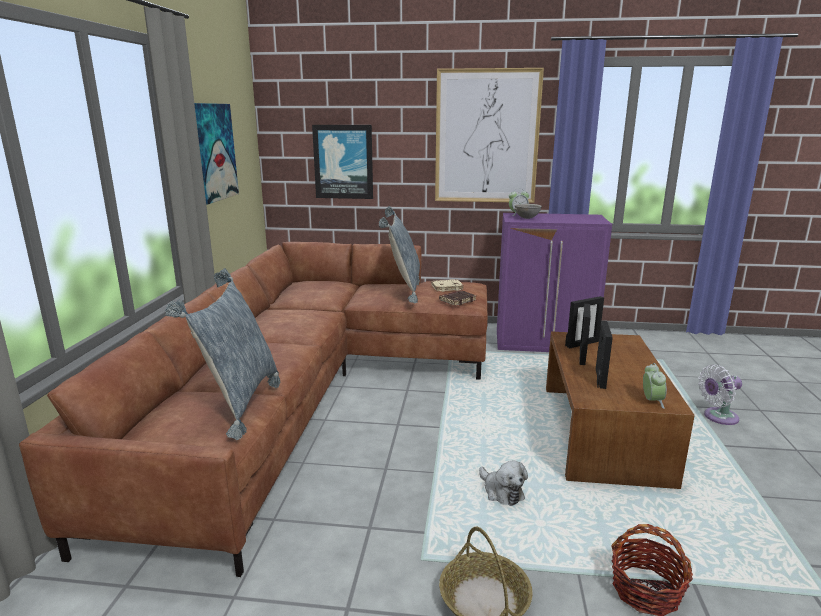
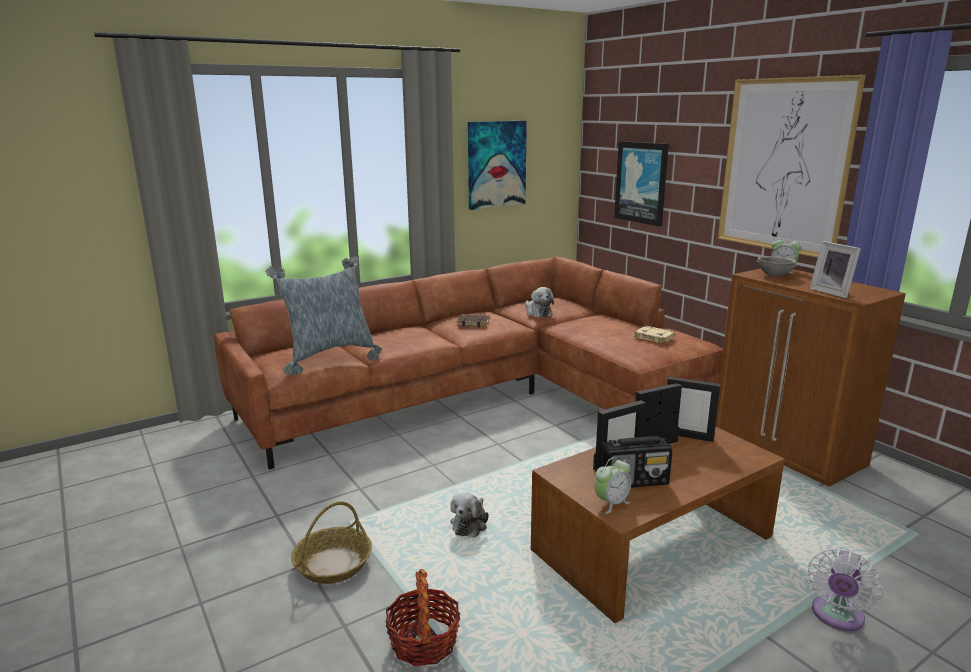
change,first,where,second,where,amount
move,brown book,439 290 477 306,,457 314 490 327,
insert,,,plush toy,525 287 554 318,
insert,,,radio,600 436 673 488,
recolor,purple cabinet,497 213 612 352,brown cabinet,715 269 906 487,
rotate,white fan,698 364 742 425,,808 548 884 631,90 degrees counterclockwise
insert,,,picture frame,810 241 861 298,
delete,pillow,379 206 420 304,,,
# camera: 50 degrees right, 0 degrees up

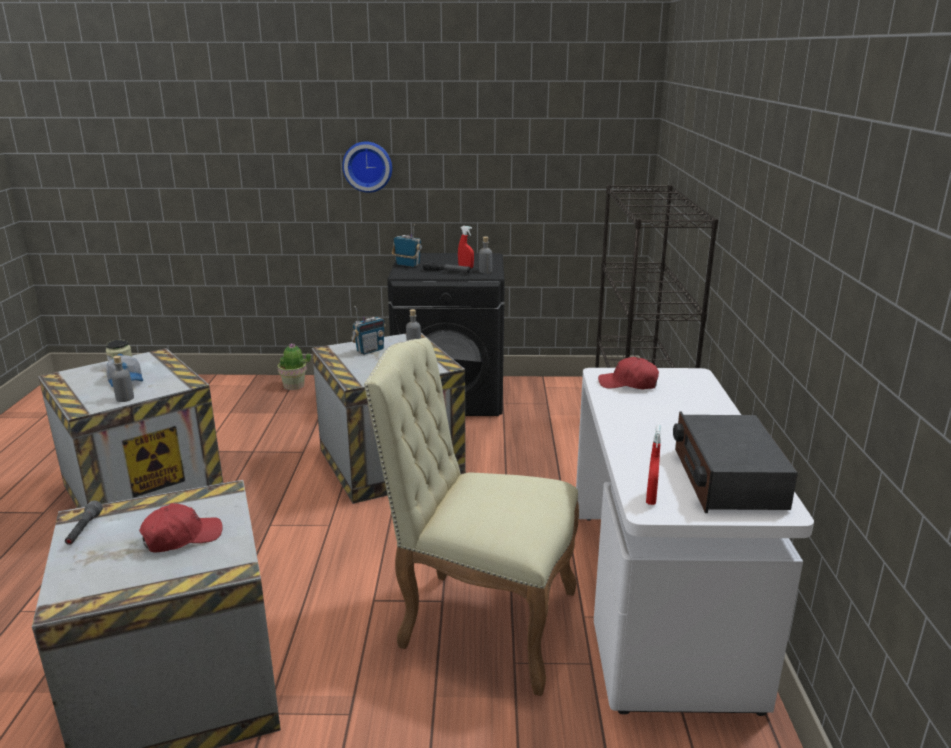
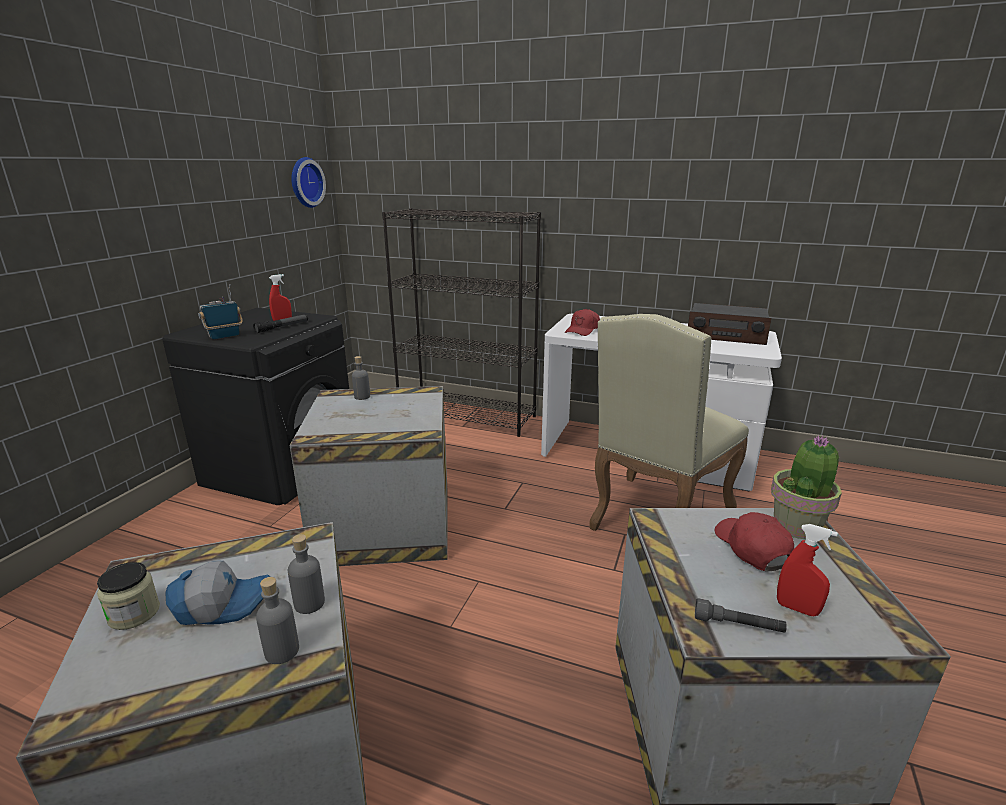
change,first,where,second,where,amount
move,grey bottle,479 237 492 273,,256 577 299 664,
move,wall clock,342 142 392 193,,291 157 326 208,
move,potted plant,277 344 311 390,,771 435 842 539,
move,red spray bottle,646 425 661 505,,777 524 838 616,
delete,radio,351 306 386 355,,,
# camera: 70 degrees left, 0 degrees up

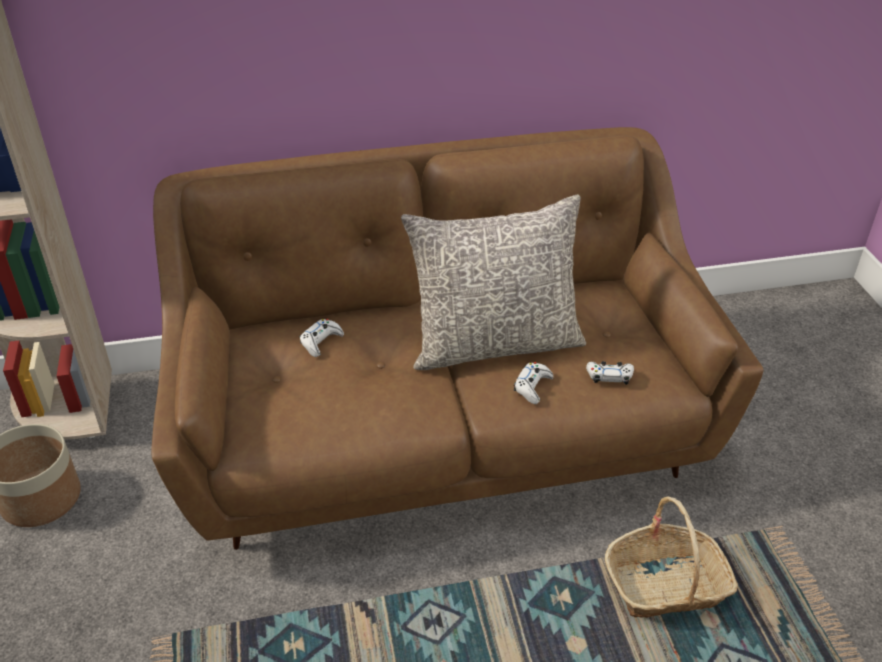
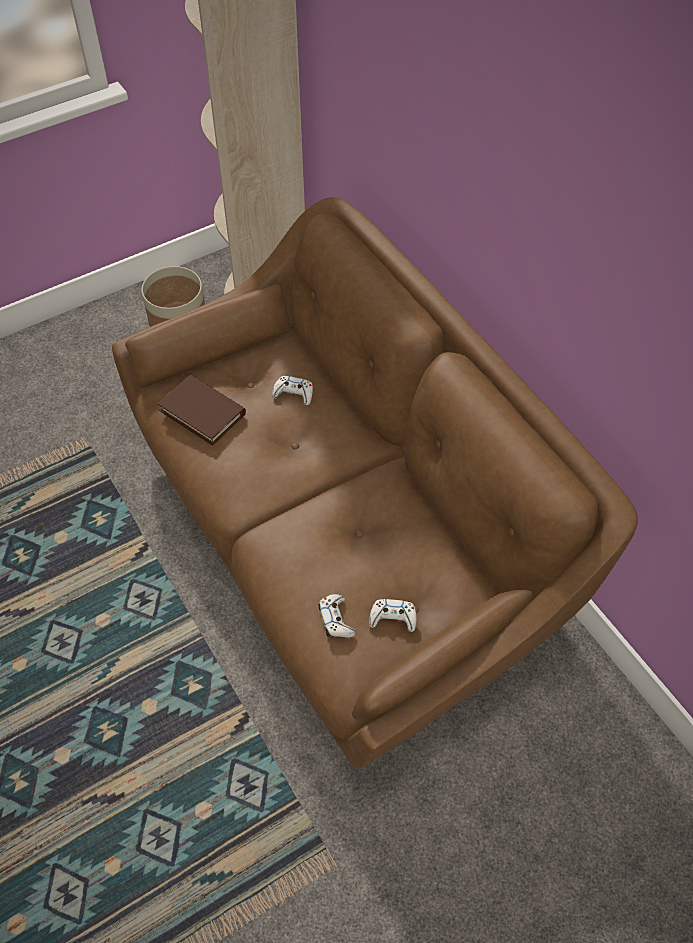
change,first,where,second,where,amount
insert,,,brown book,157 375 246 445,
move,white game controller,514 362 554 404,,369 599 417 632,
delete,grey pillow,401 194 586 370,,,
delete,basket,605 497 738 618,,,
# camera: 70 degrees right, 15 degrees up

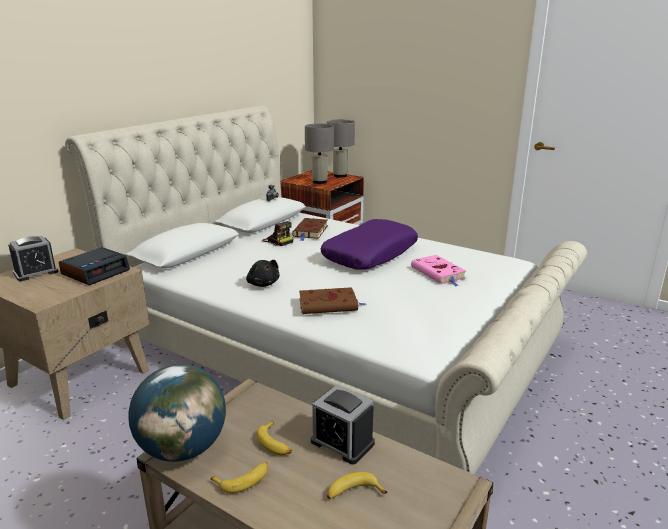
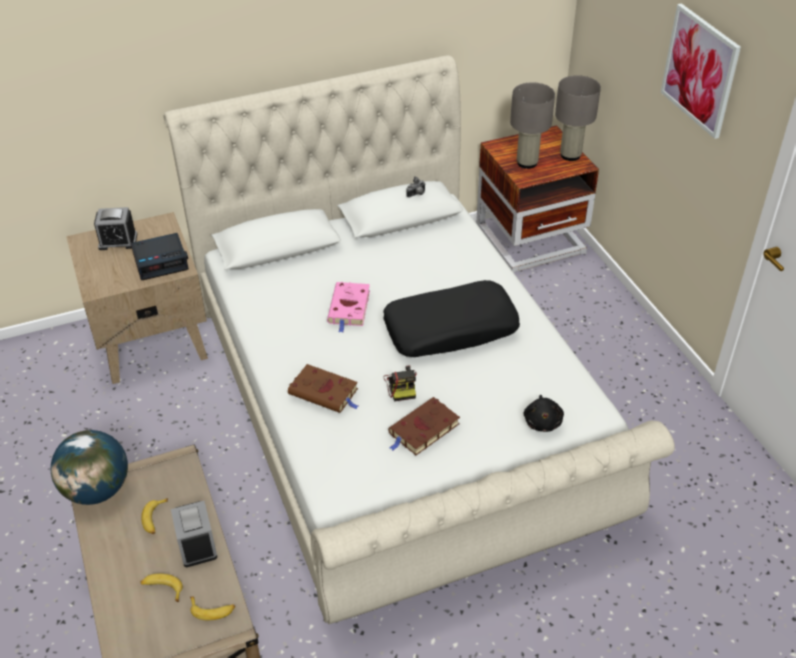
change,first,where,second,where,amount
move,banana,210 461 268 493,,190 597 235 620,
move,pink book,411 255 466 286,,327 282 370 333,
recolor,purple pillow,321 219 418 269,black pillow,383 280 520 357,
move,photo camera,262 221 293 246,,384 365 417 402,
move,brown book,292 218 328 241,,388 397 460 455,
move,black plush toy,246 260 280 287,,523 395 564 432,
insert,,,picture,661 4 741 139,
# camera: 35 degrees right, 20 degrees up

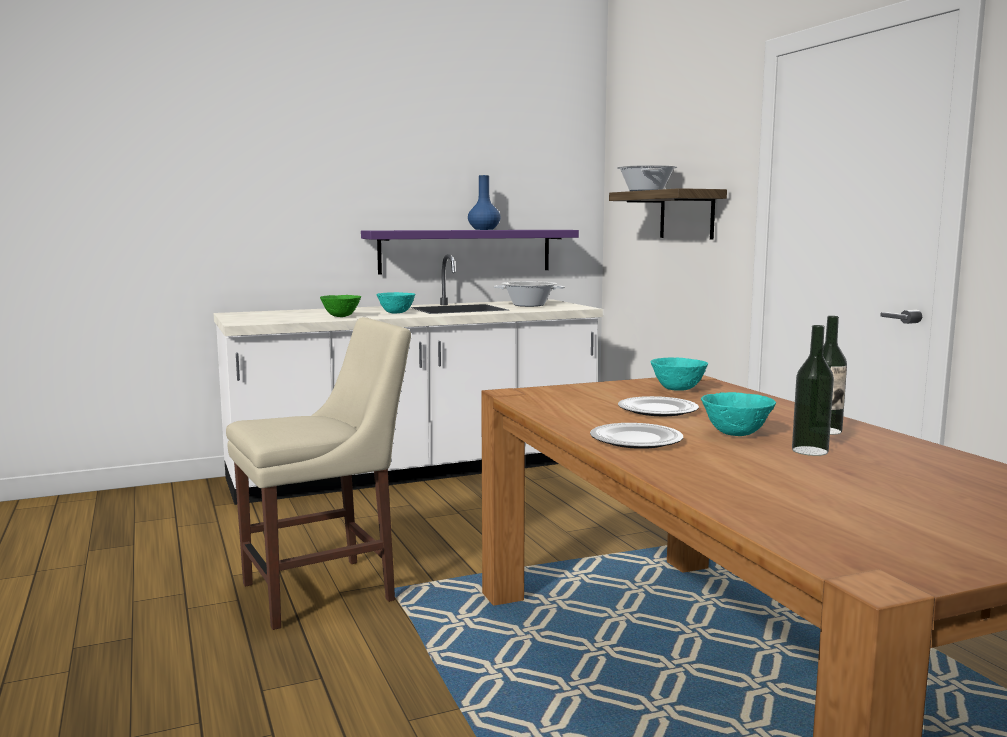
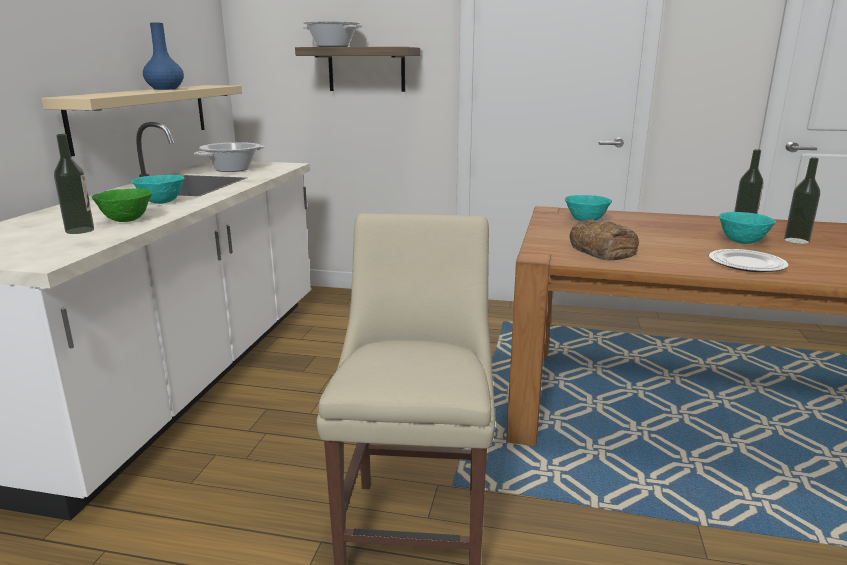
change,first,where,second,where,amount
recolor,purple shelf,361 230 579 275,beige shelf,42 85 242 157,
insert,,,bottle,54 134 94 234,
insert,,,bread,570 219 639 260,
delete,plate,618 396 699 416,,,
# camera: 55 degrees left, 10 degrees up

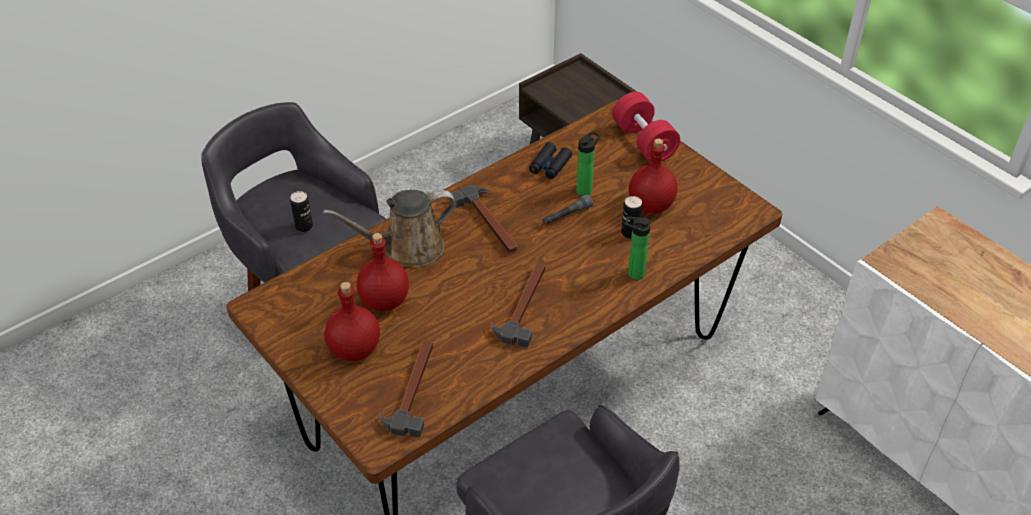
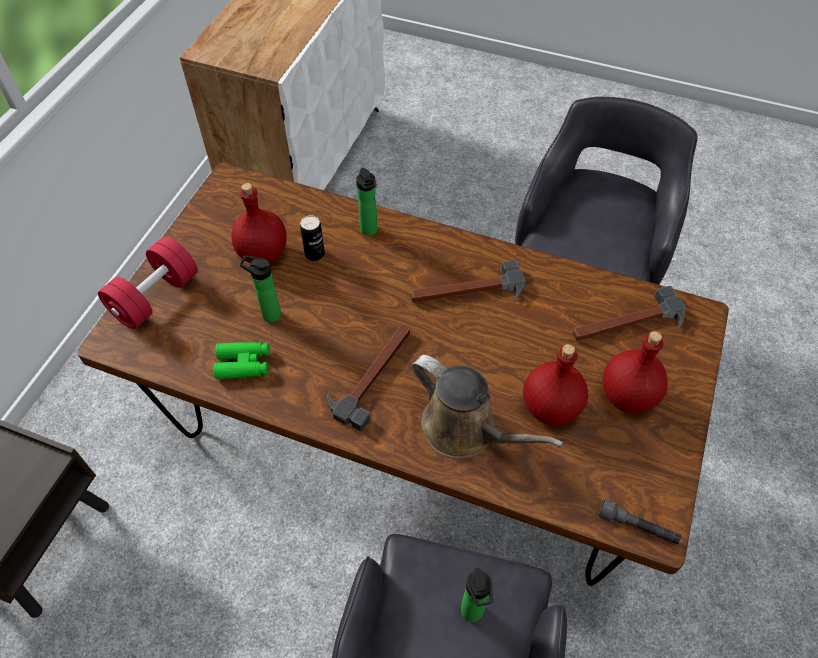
change,first,where,second,where,amount
recolor,black binoculars,529 142 572 179,green binoculars,213 342 269 379,
replace,can,290 191 313 232,bottle,461 567 493 622,
move,grey flashlight,542 194 593 225,,599 499 681 544,
# camera: 120 degrees left, 10 degrees up

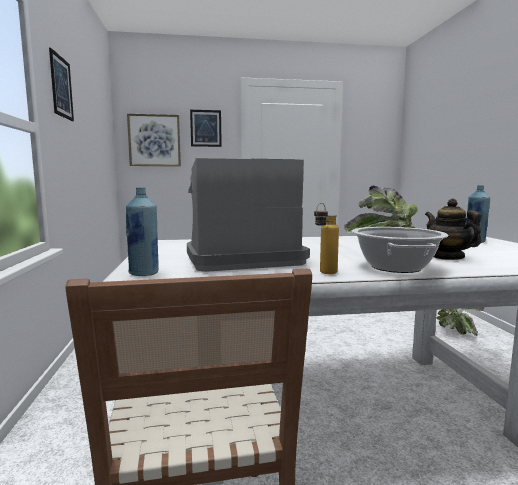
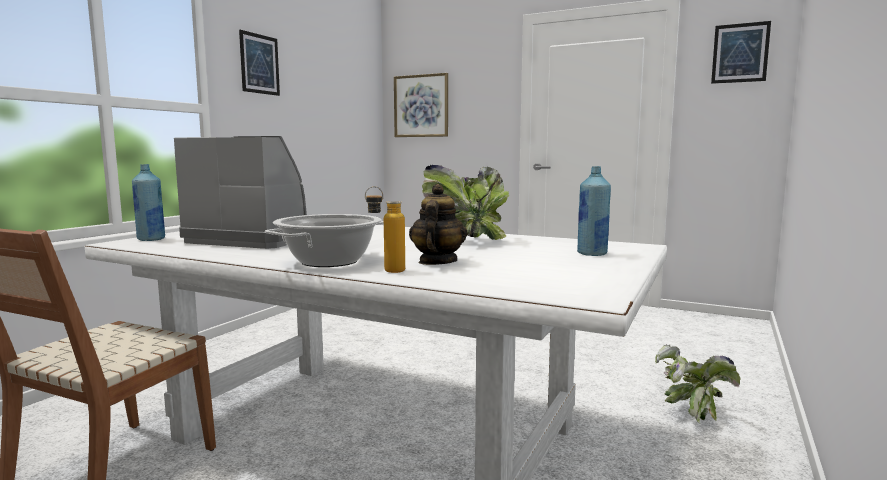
change,first,where,second,where,amount
move,bottle,314 203 339 274,,365 186 405 273,
move,picture,190 110 222 147,,711 21 771 84,
# camera: 35 degrees right, 0 degrees up

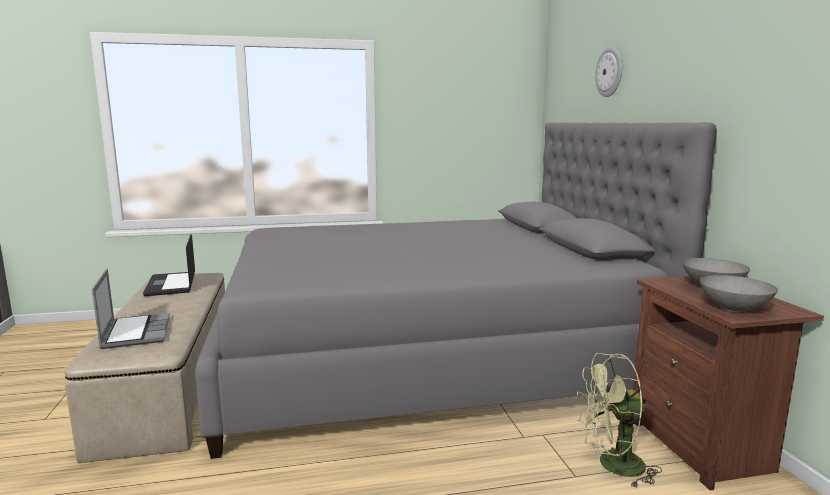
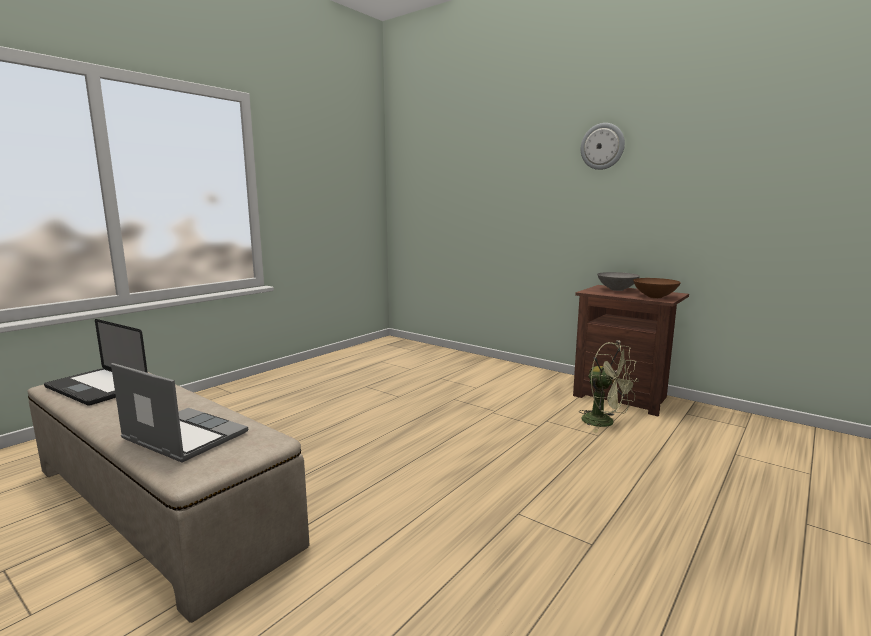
change,first,where,second,where,amount
rotate,green fan,577 353 662 488,,580 342 639 433,90 degrees counterclockwise
move,wall clock,595 47 622 97,,581 123 625 170,
recolor,grey bowl,700 275 778 312,brown bowl,633 278 681 298,
delete,grey bed,195 122 717 459,,,
# camera: 40 degrees left, 0 degrees up

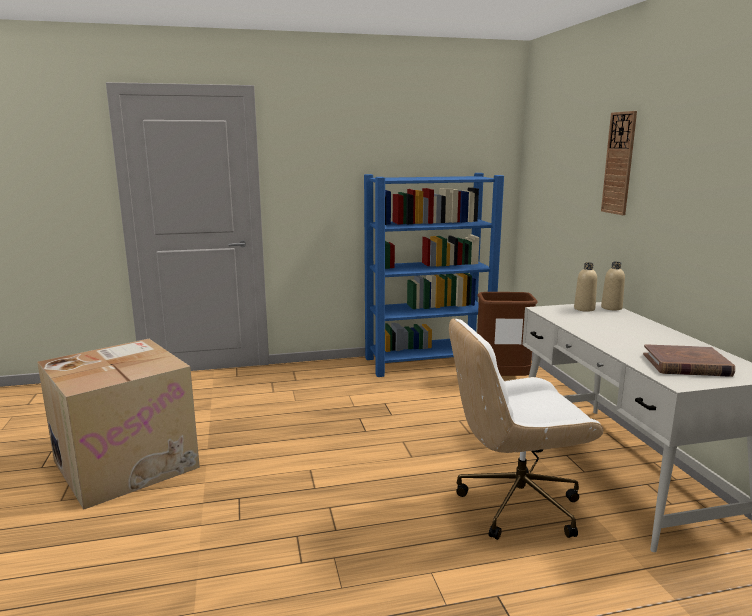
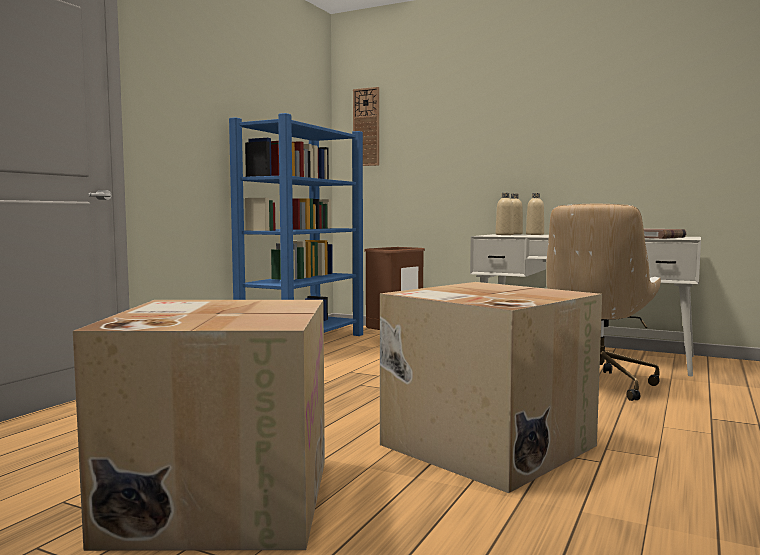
change,first,where,second,where,amount
move,wall clock,601 111 637 215,,353 87 379 166,
insert,,,cardboard box,380 282 602 493,
insert,,,beige bottle,526 193 544 235,
# camera: 50 degrees left, 10 degrees down

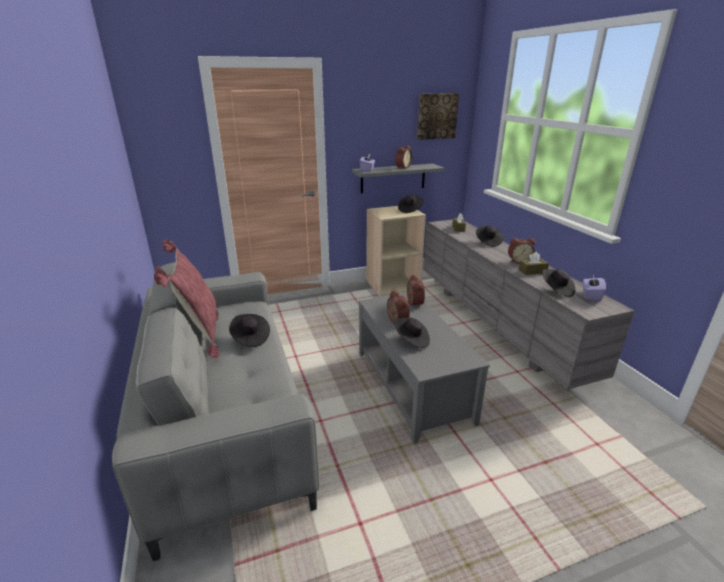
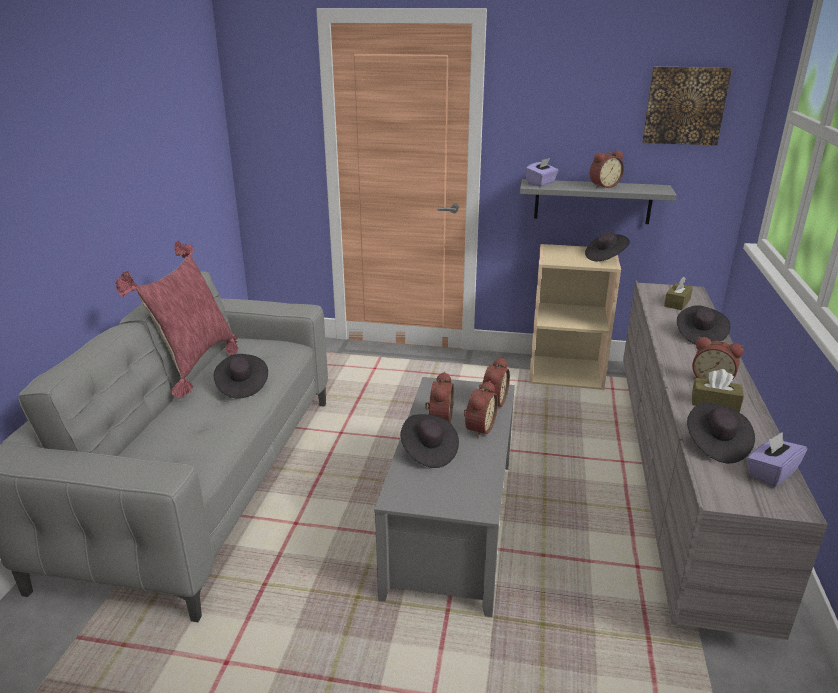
change,first,where,second,where,amount
insert,,,alarm clock,464 381 498 438,
# camera: 30 degrees right, 0 degrees up

